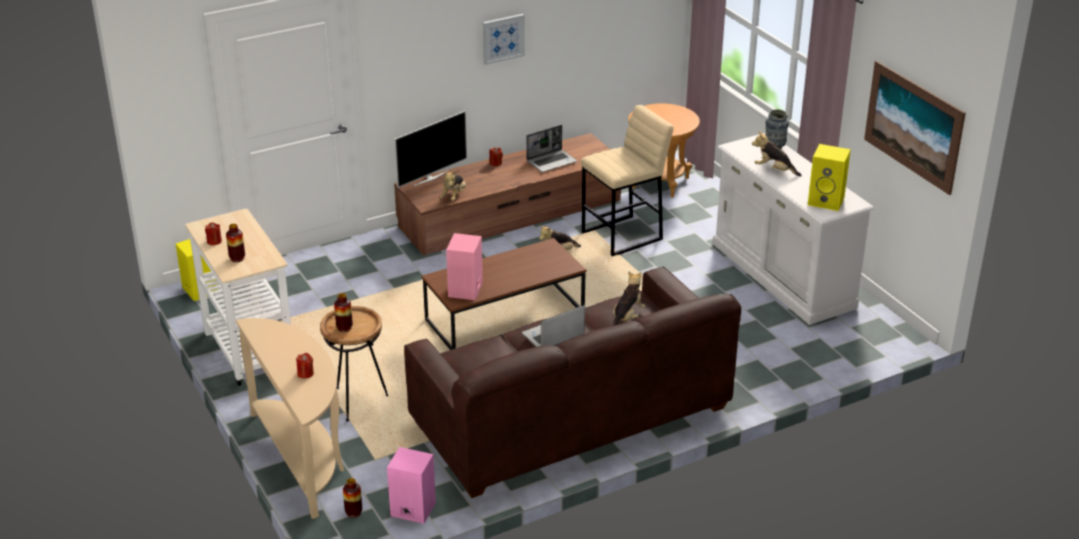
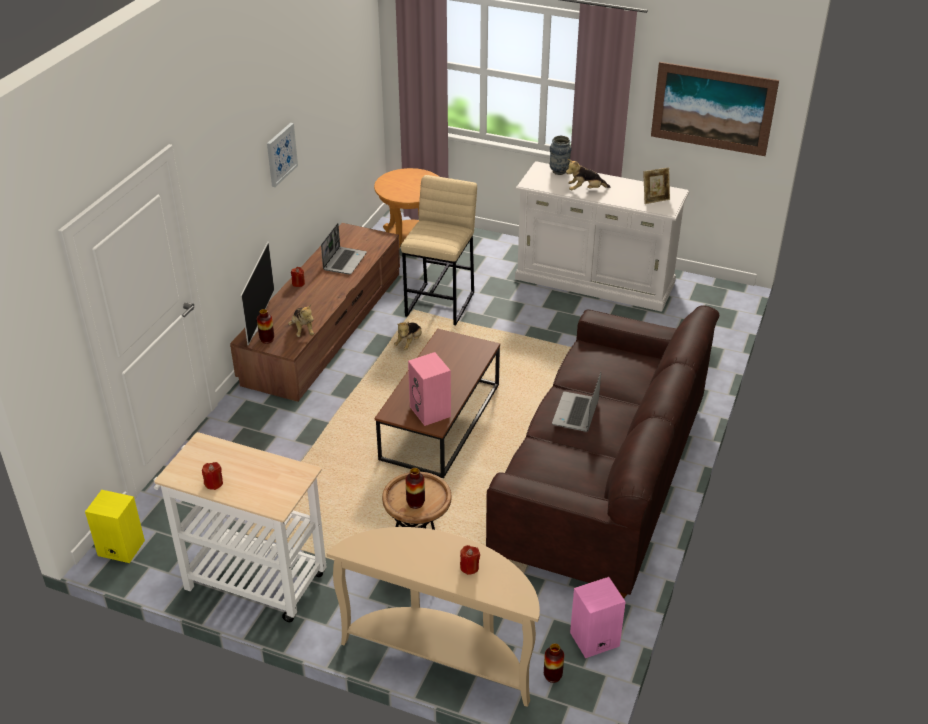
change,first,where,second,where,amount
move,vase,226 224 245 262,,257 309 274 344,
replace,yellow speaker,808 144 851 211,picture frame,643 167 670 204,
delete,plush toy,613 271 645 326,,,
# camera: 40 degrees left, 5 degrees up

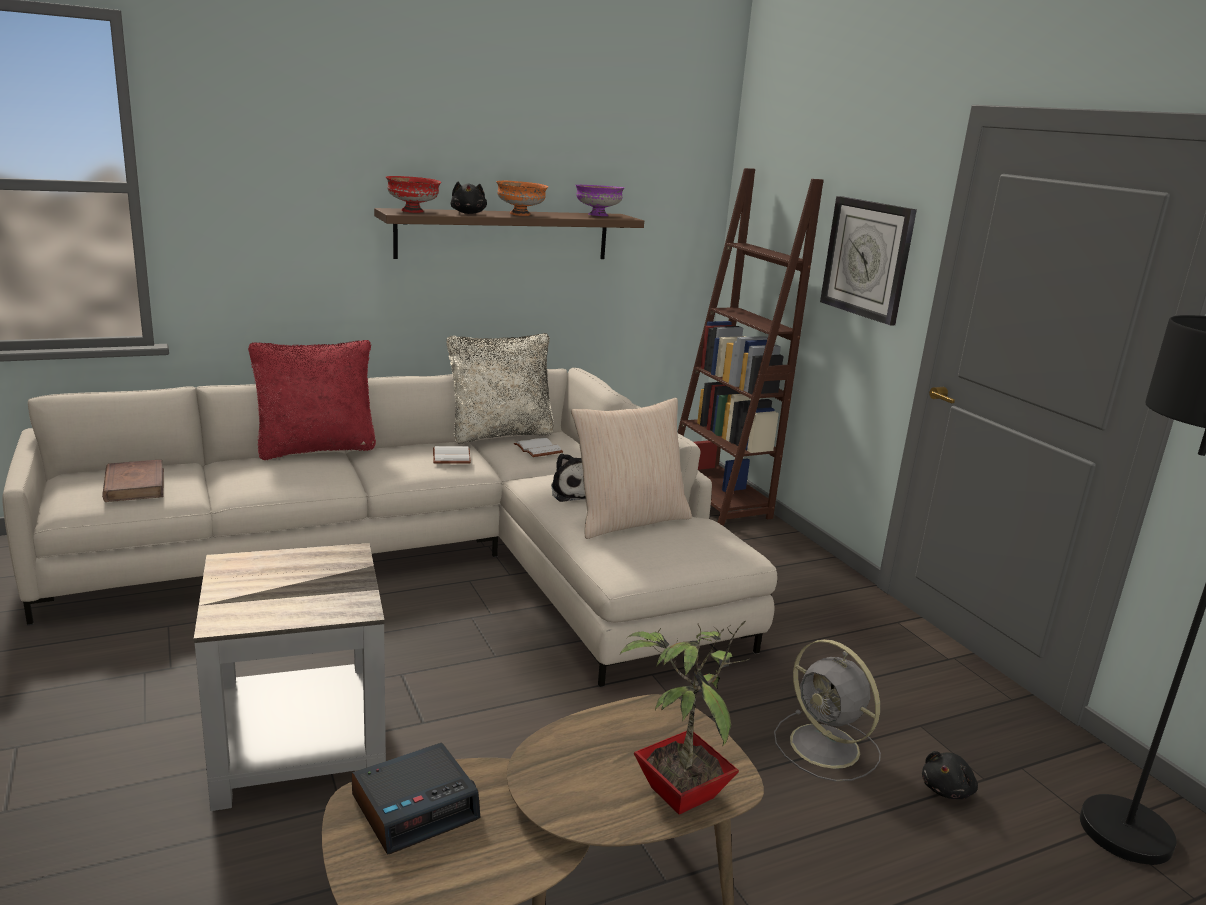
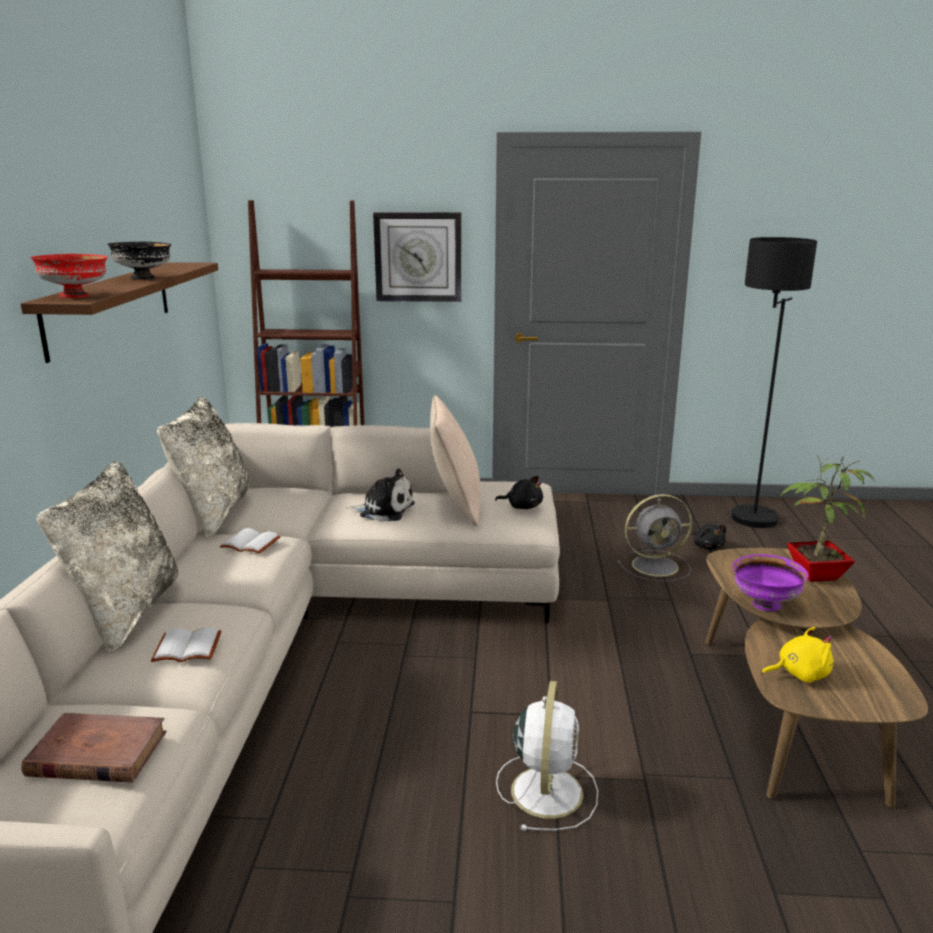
change,first,where,second,where,amount
recolor,red pillow,248 339 376 460,beige pillow,37 461 178 652,
recolor,orange bowl,496 181 548 216,black bowl,107 242 172 280,
move,white book,514 438 563 457,,151 627 222 662,
move,black plush toy,451 181 487 214,,495 476 543 509,
replace,grey side table,194 543 386 811,white fan,496 681 598 831,
move,purple bowl,575 185 624 216,,732 554 808 611,
replace,alarm clock,351 742 481 854,yellow plush toy,761 627 833 683,
# camera: 60 degrees left, 0 degrees up

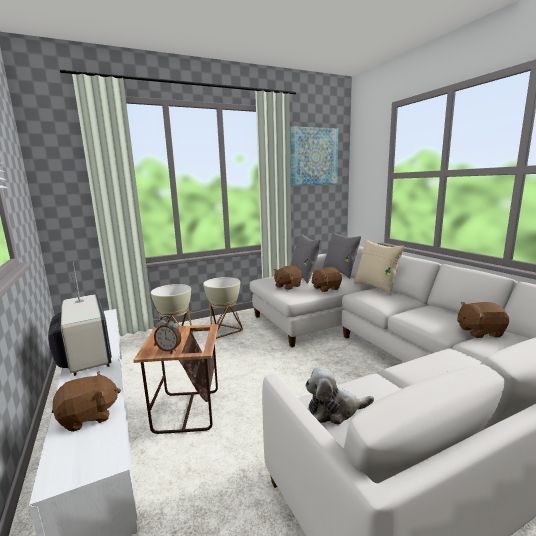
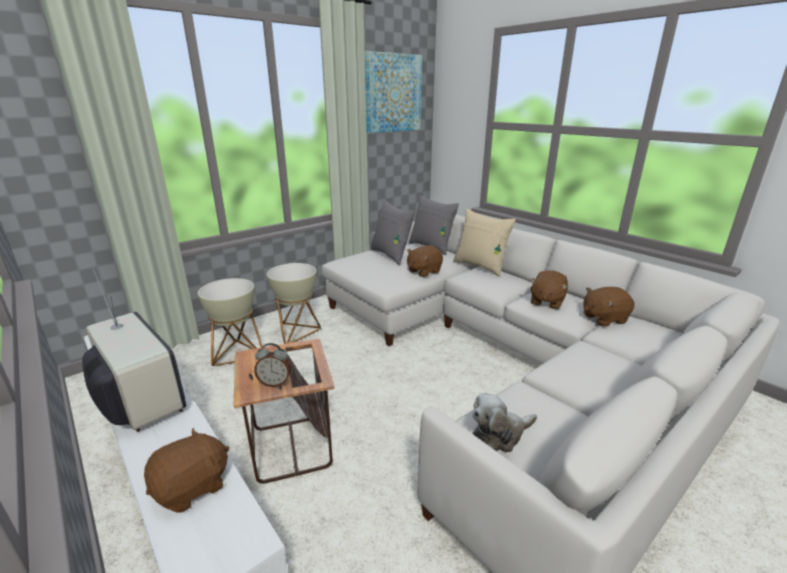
change,first,where,second,where,amount
move,brown plush toy,274 265 302 290,,530 270 568 309,
# camera: 15 degrees left, 10 degrees up

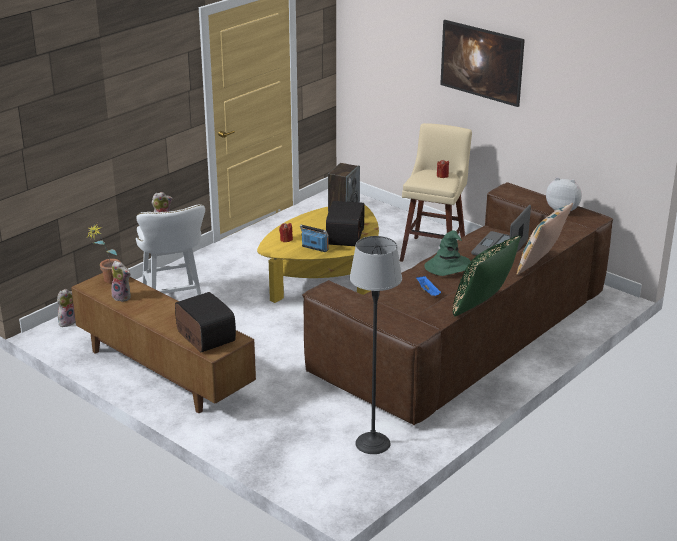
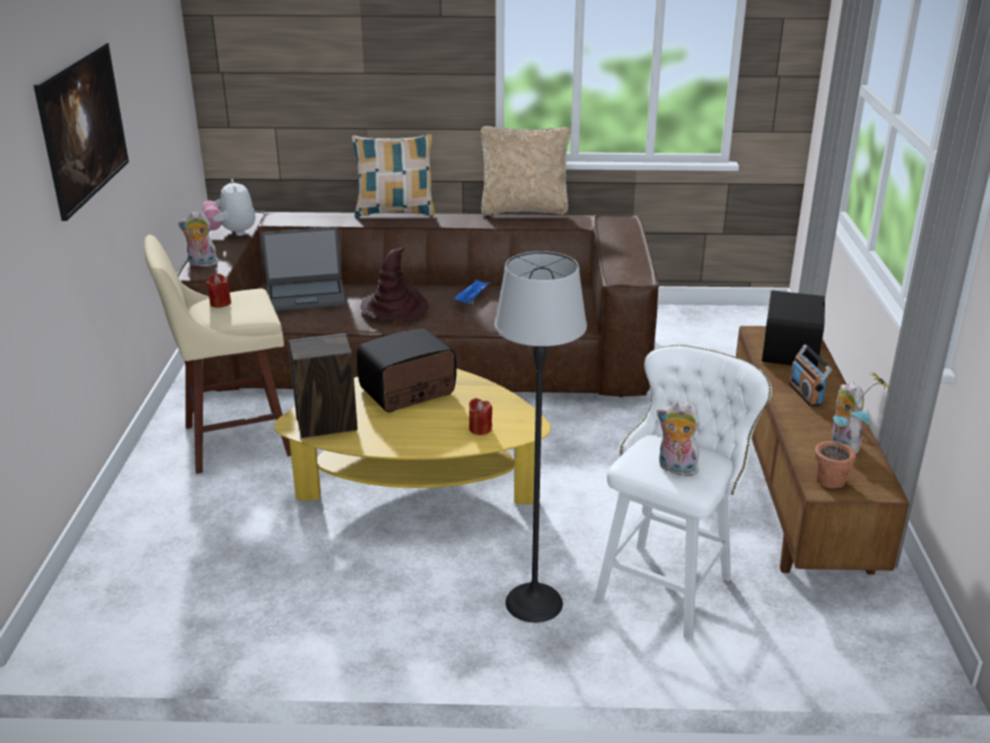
change,first,where,second,where,amount
move,plush toy,57 289 76 327,,178 211 218 267,
recolor,green hat,424 230 471 276,brown hat,360 248 429 321,
recolor,green pillow,452 235 521 316,beige pillow,481 126 572 215,
move,floor lamp,350 236 402 454,,495 251 587 623,
move,radio,300 225 329 252,,789 344 832 407,
# camera: 130 degrees left, 0 degrees up

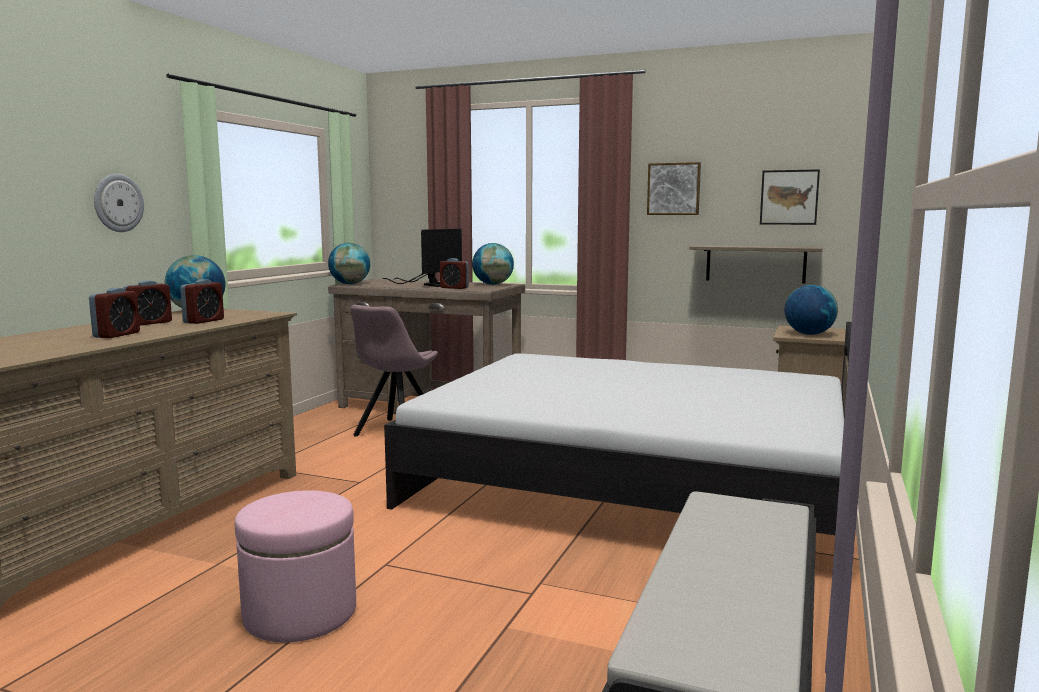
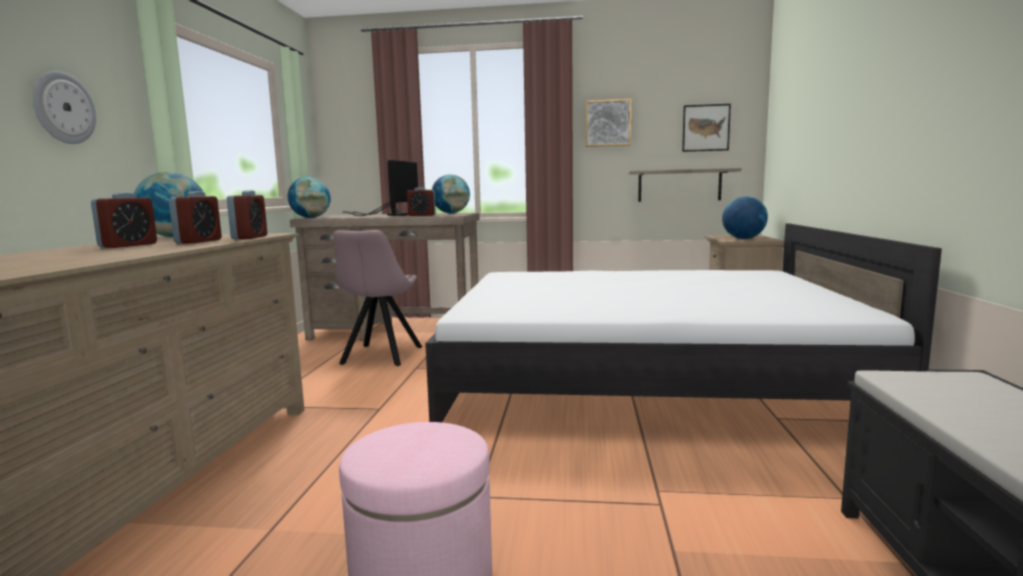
change,first,where,second,where,amount
move,alarm clock,89 288 140 338,,227 190 267 239,
# camera: 15 degrees left, 0 degrees up

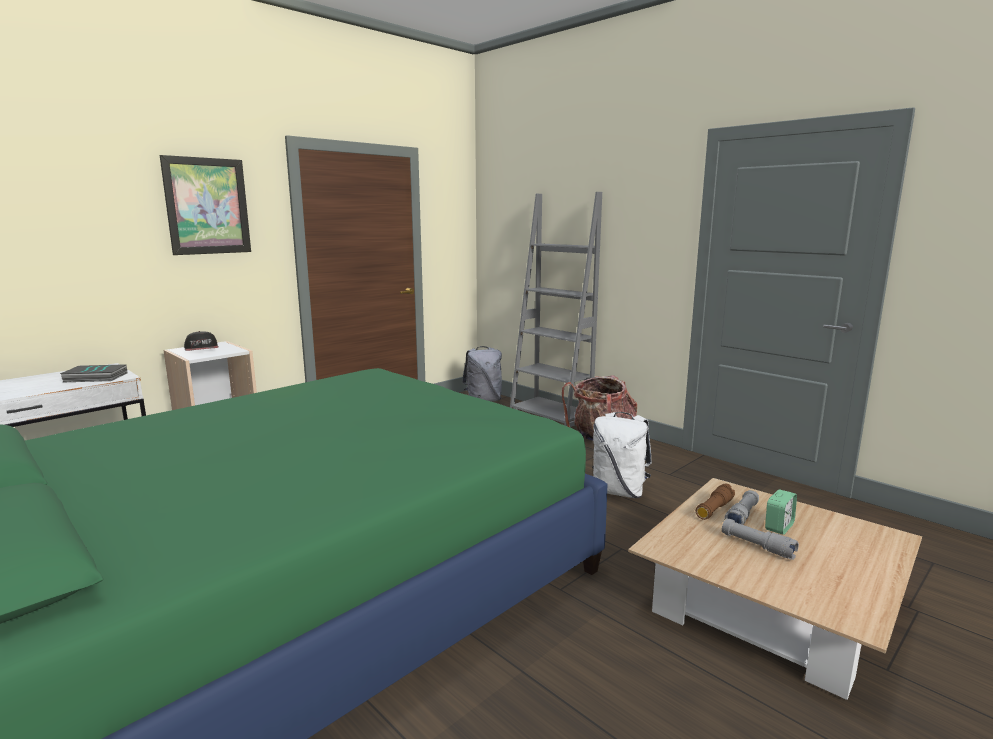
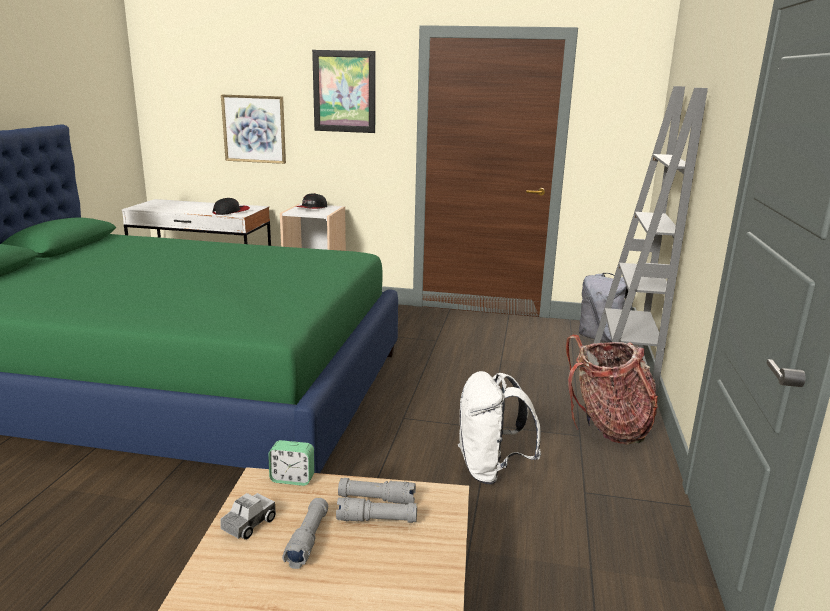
change,first,where,second,where,amount
replace,book,60 364 128 382,cap,213 198 250 215,
insert,,,toy truck,220 493 276 540,
insert,,,picture,221 95 286 164,
move,alarm clock,765 489 797 535,,268 440 315 486,
recolor,brown flashlight,696 484 735 520,grey flashlight,338 478 416 504,
# camera: 55 degrees right, 5 degrees up

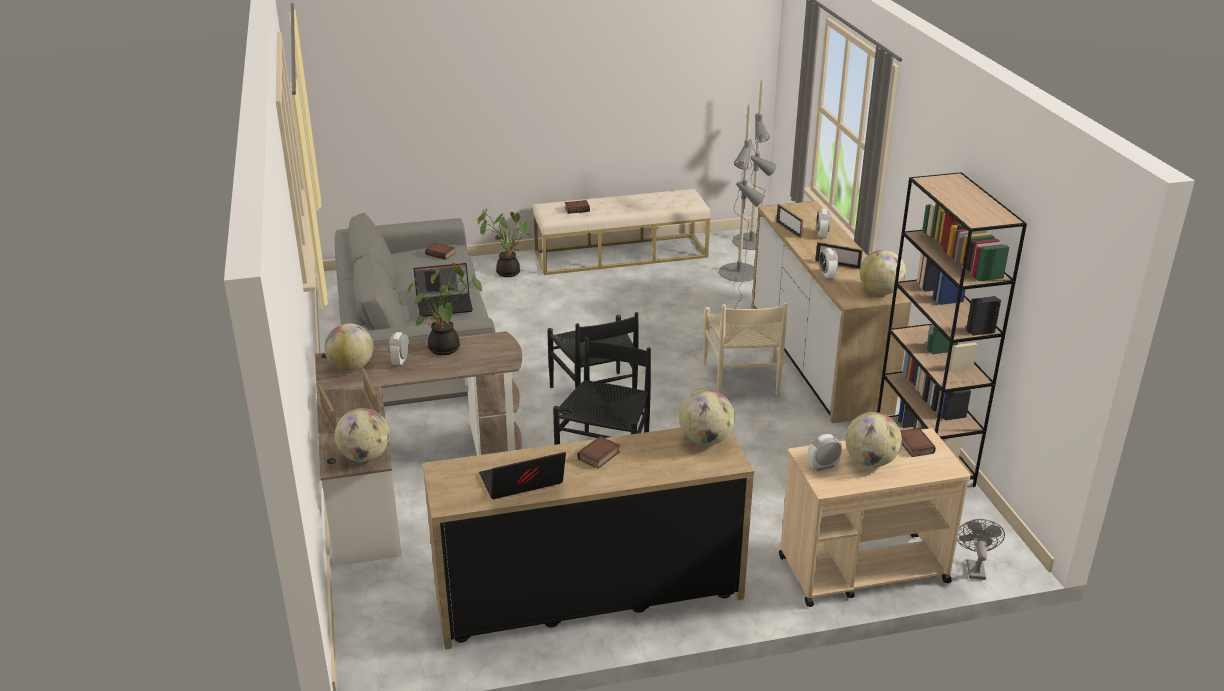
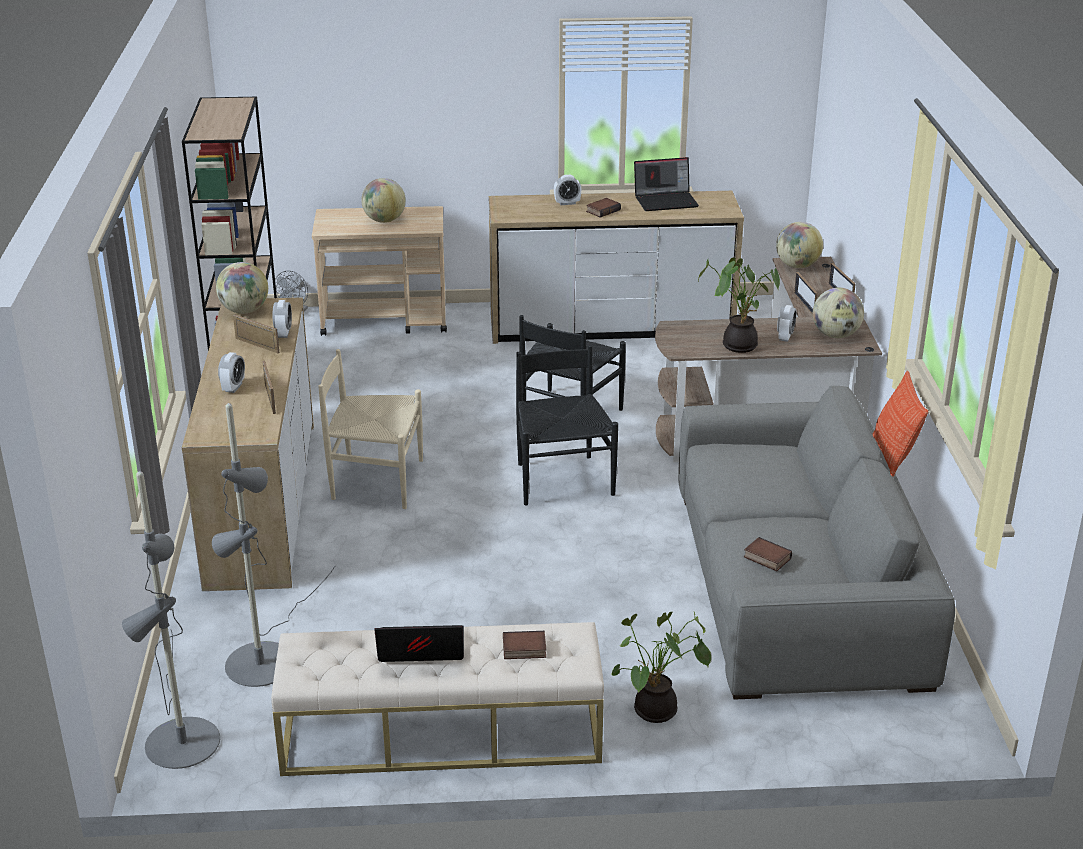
change,first,where,second,where,amount
rotate,beige chair,703 303 787 395,,318 349 423 509,90 degrees counterclockwise
move,laptop,414 263 473 317,,374 625 464 662,
move,alarm clock,808 434 842 471,,554 175 581 205,
insert,,,orange pillow,873 371 928 477,
delete,globe,679 390 735 445,,,
delete,book,900 428 936 457,,,
# camera: 170 degrees left, 0 degrees up

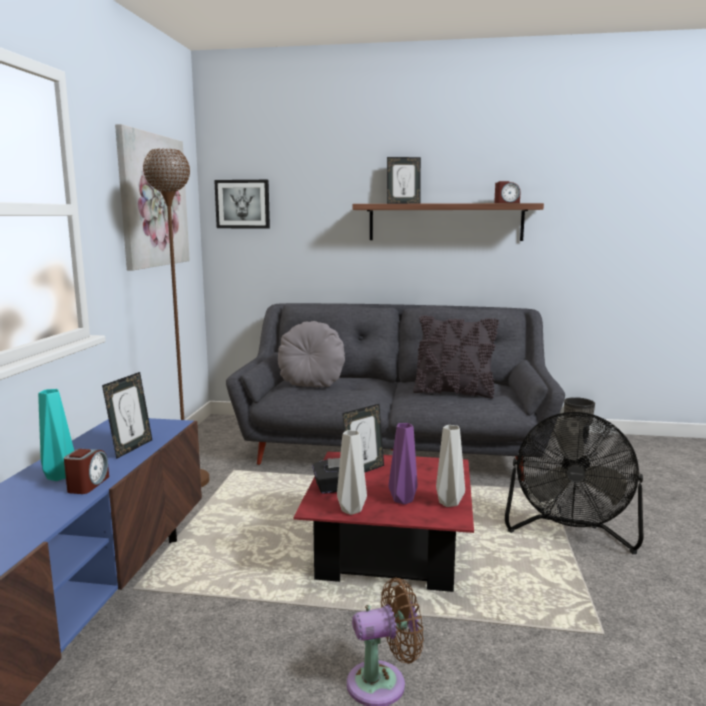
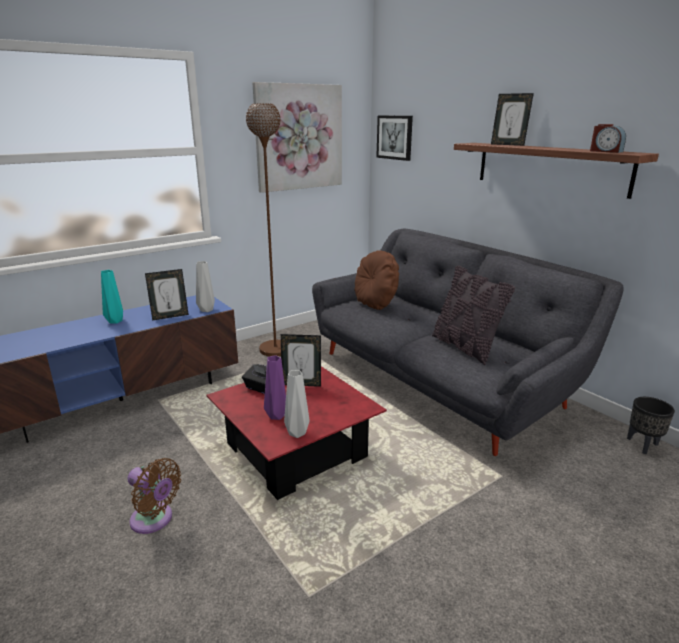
change,first,where,second,where,amount
move,grey vase,337 430 367 515,,196 261 215 312,
recolor,grey pillow,278 321 345 387,brown pillow,354 250 399 310,
delete,alarm clock,64 449 109 494,,,
delete,black fan,505 412 644 554,,,
# camera: 45 degrees right, 10 degrees up

